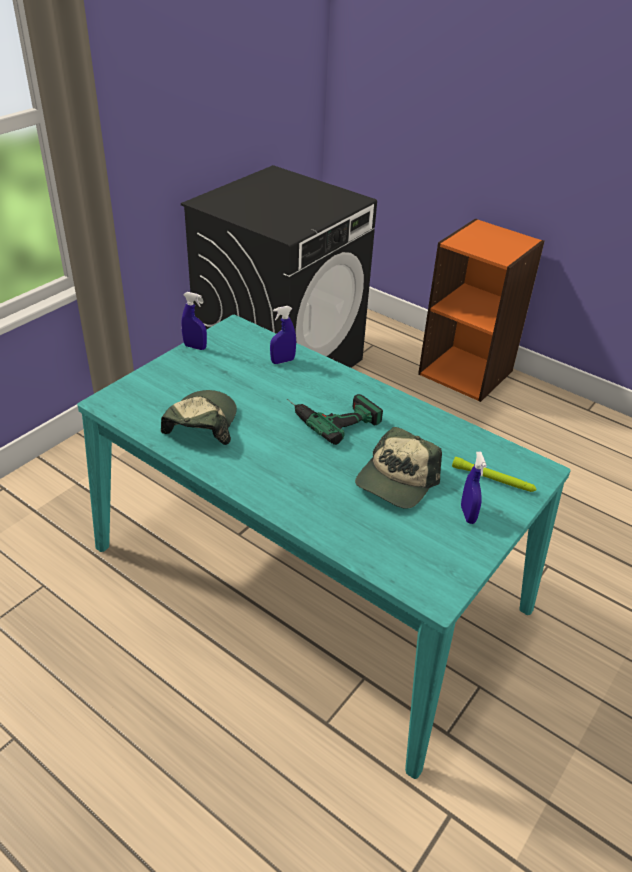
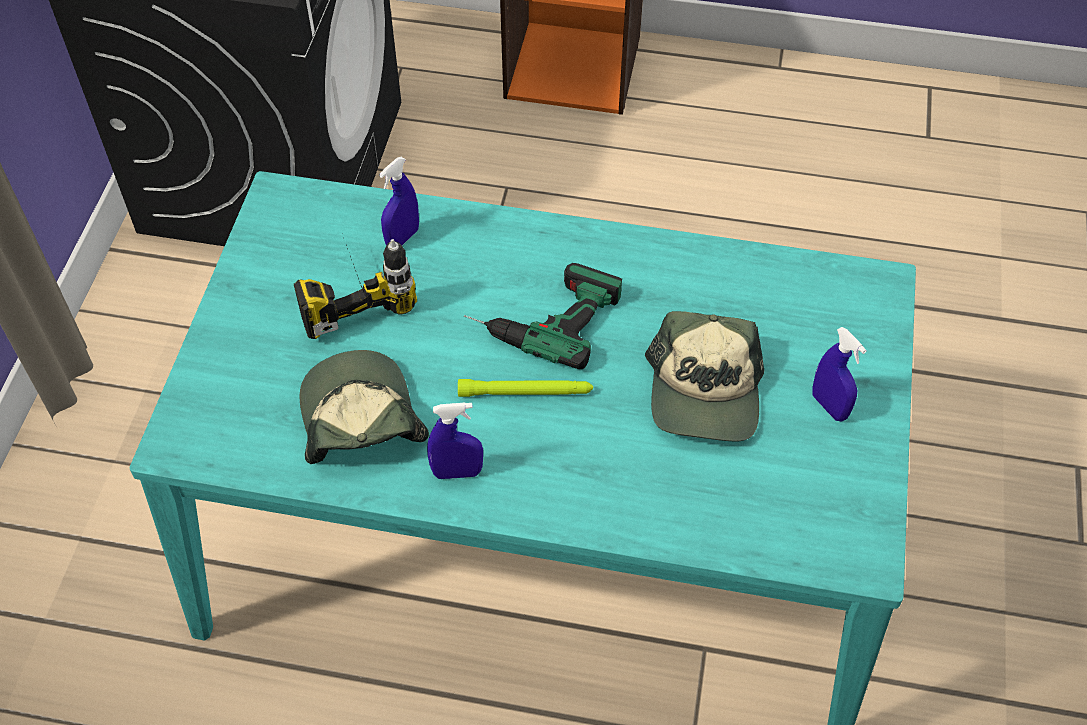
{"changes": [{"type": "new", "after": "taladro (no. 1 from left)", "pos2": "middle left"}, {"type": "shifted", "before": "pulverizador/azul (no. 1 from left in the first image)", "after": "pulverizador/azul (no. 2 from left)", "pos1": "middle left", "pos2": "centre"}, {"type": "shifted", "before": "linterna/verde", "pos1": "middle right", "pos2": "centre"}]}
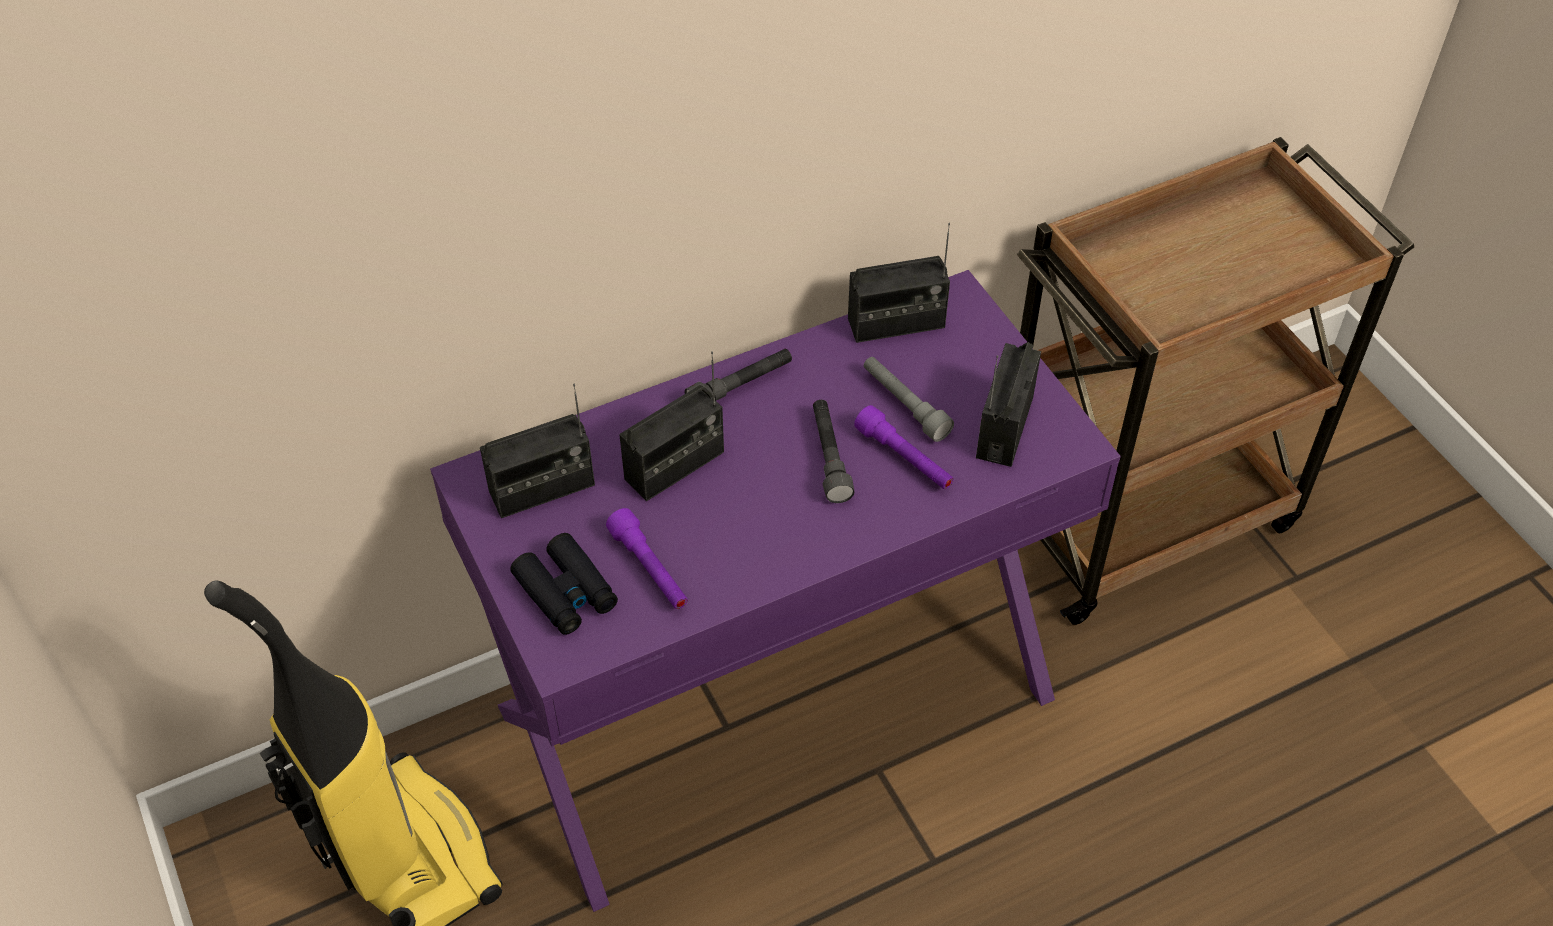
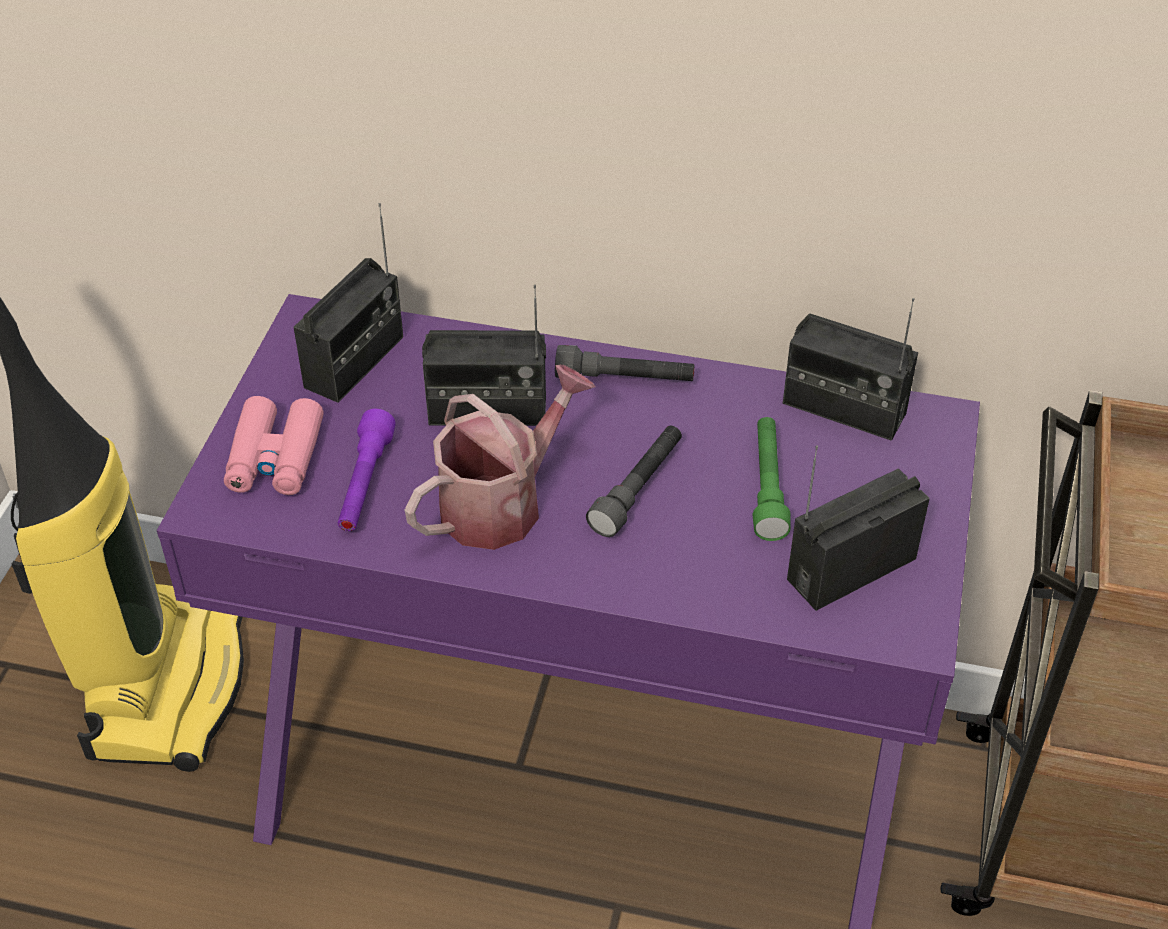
{"changes": [{"type": "repainted", "before": "prismáticos/negro", "after": "prismáticos/rosa", "pos1": "centre", "pos2": "middle left"}, {"type": "rotated", "before": "radio (no. 1 from left)", "pos1": "centre", "pos2": "top left", "turn": -75}, {"type": "new", "after": "regadera", "pos2": "centre"}, {"type": "repainted", "before": "linterna/gris (no. 3 from left)", "after": "linterna/verde", "pos1": "centre", "pos2": "centre"}, {"type": "gone", "before": "linterna/morado (no. 2 from left)", "pos1": "centre"}]}
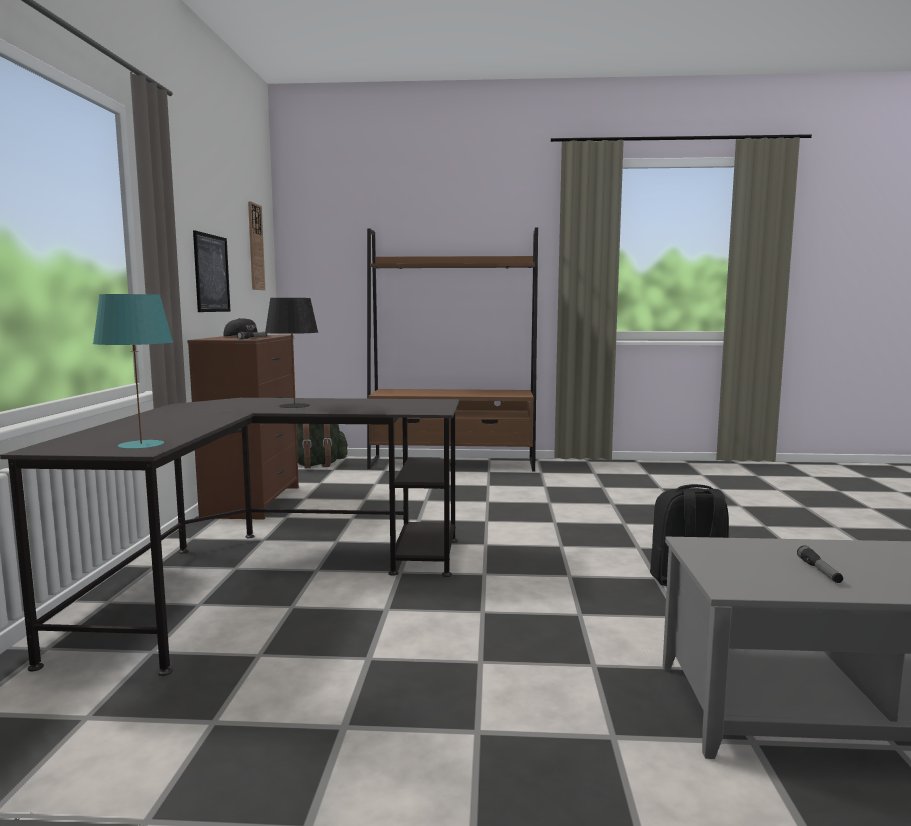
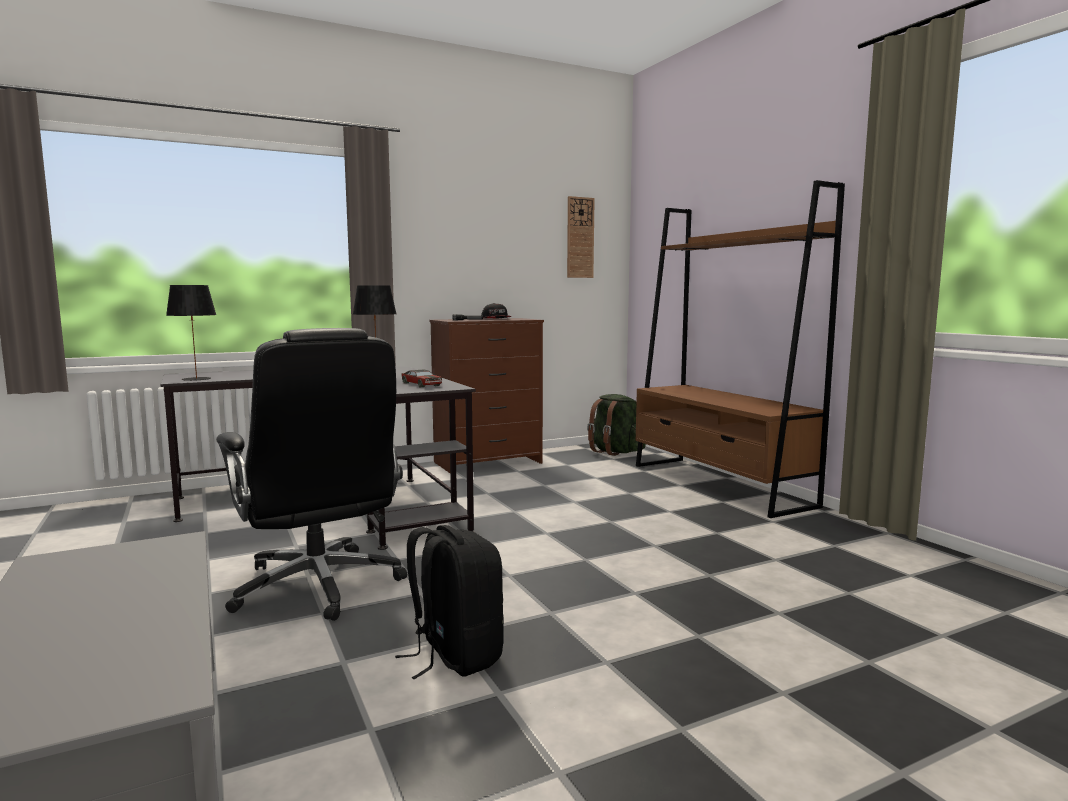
{"changes": [{"type": "repainted", "before": "lámpara de mesa/turquesa", "after": "lámpara de mesa/negro (no. 1 from left)", "pos1": "middle left", "pos2": "middle left"}, {"type": "new", "after": "silla de oficina/negro", "pos2": "middle left"}, {"type": "new", "after": "coche de juguete", "pos2": "centre"}, {"type": "gone", "before": "cuadro", "pos1": "top left"}, {"type": "gone", "before": "linterna (no. 2 from left)", "pos1": "bottom right"}]}
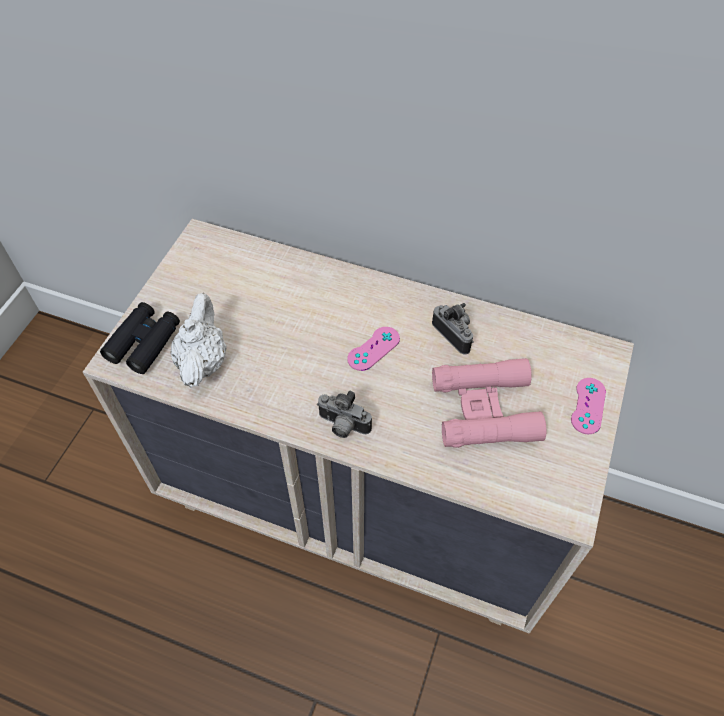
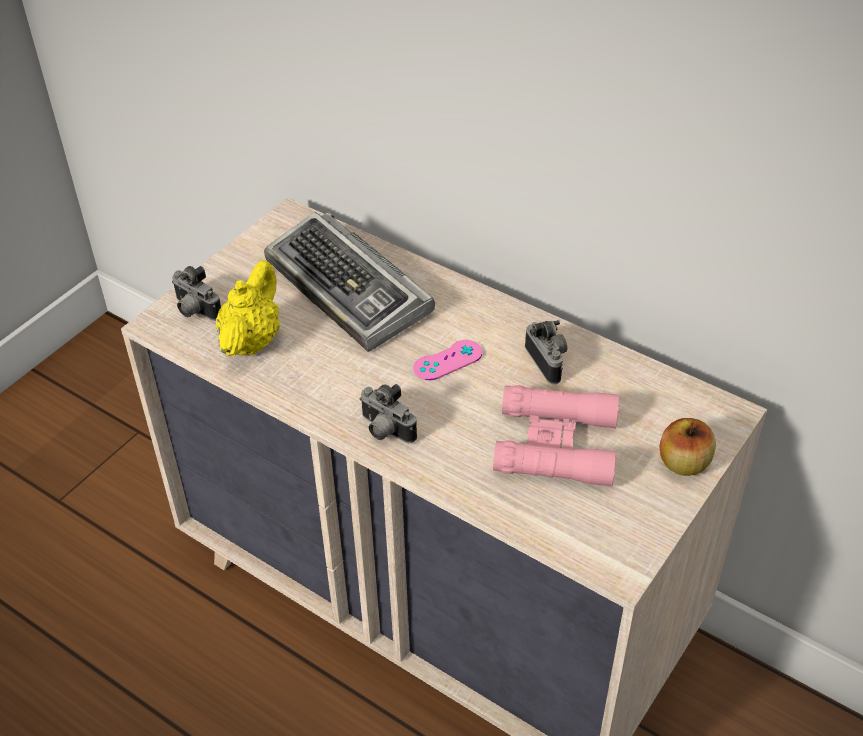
{"changes": [{"type": "swapped", "before": "prismáticos/negro", "after": "cámara (no. 1 from left)", "pos1": "middle left", "pos2": "middle left"}, {"type": "repainted", "before": "tetera/blanco", "after": "tetera/amarillo", "pos1": "middle left", "pos2": "middle left"}, {"type": "new", "after": "teclado", "pos2": "centre"}, {"type": "swapped", "before": "mando de consola/rosa (no. 2 from left)", "after": "manzana", "pos1": "middle right", "pos2": "middle right"}]}
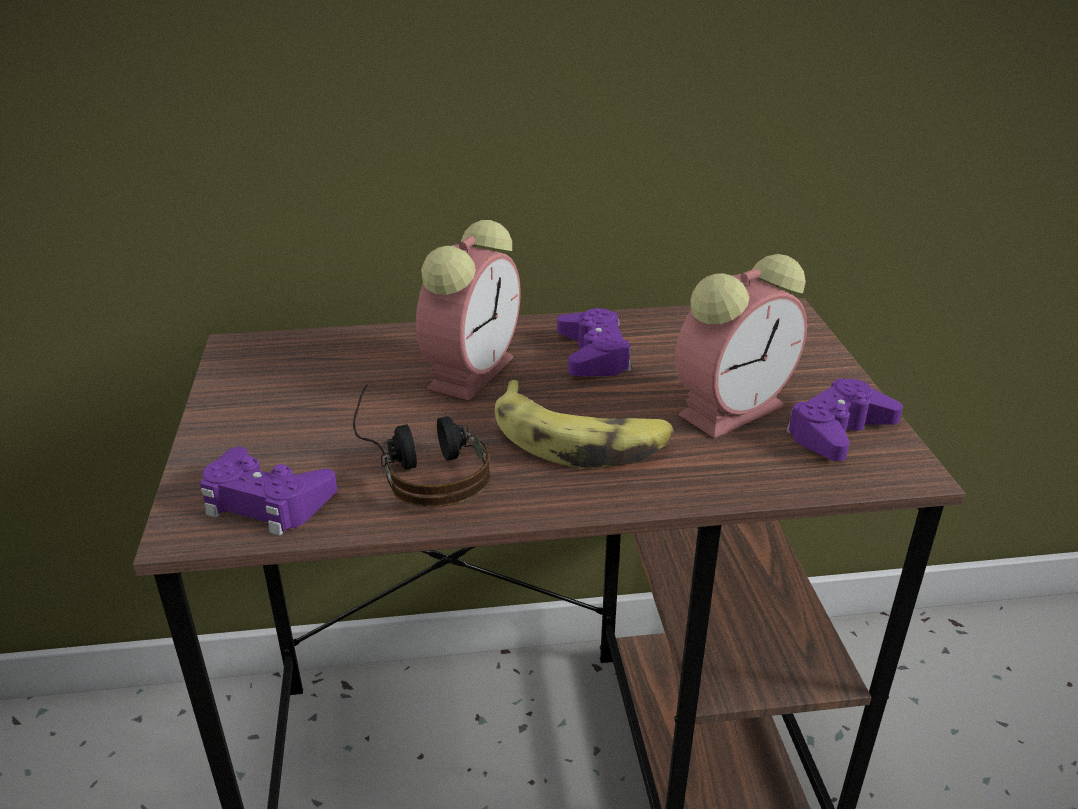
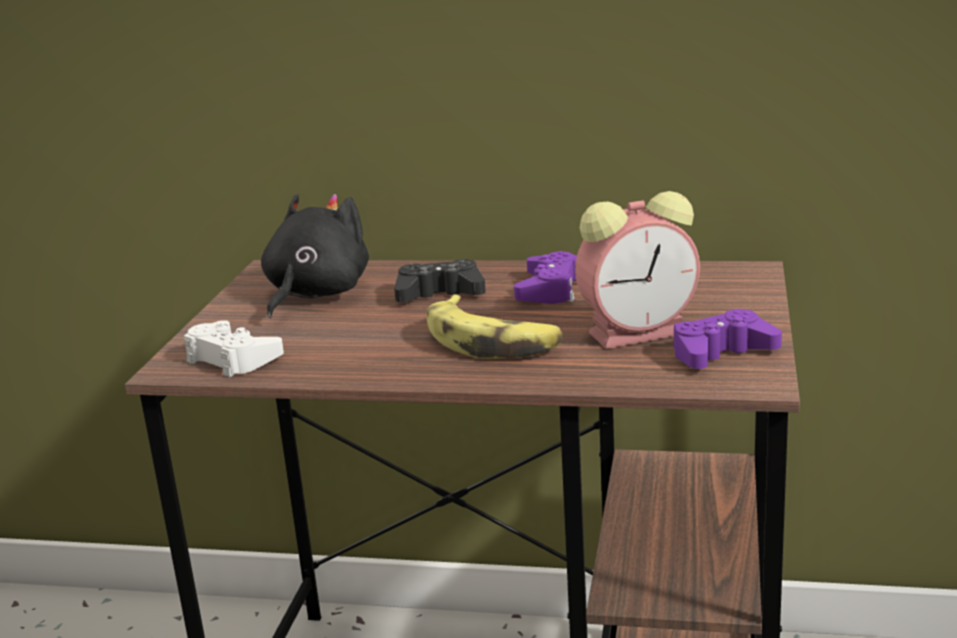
{"changes": [{"type": "repainted", "before": "mando de consola/morado (no. 1 from left)", "after": "mando de consola/blanco", "pos1": "middle left", "pos2": "middle left"}, {"type": "new", "after": "peluche/negro", "pos2": "middle left"}, {"type": "swapped", "before": "despertador (no. 1 from left)", "after": "mando de consola/negro", "pos1": "centre", "pos2": "centre"}, {"type": "gone", "before": "auriculares", "pos1": "centre"}]}
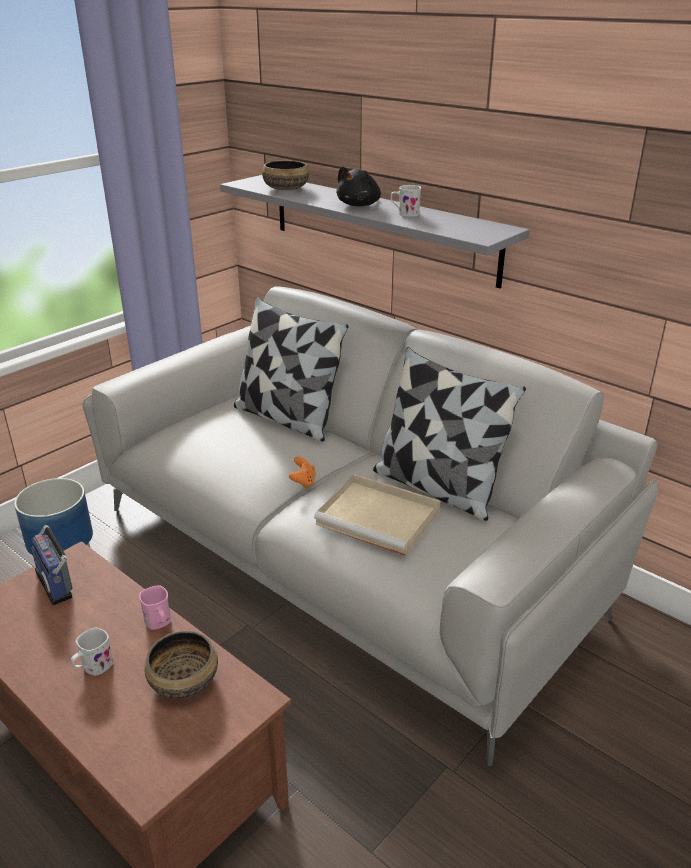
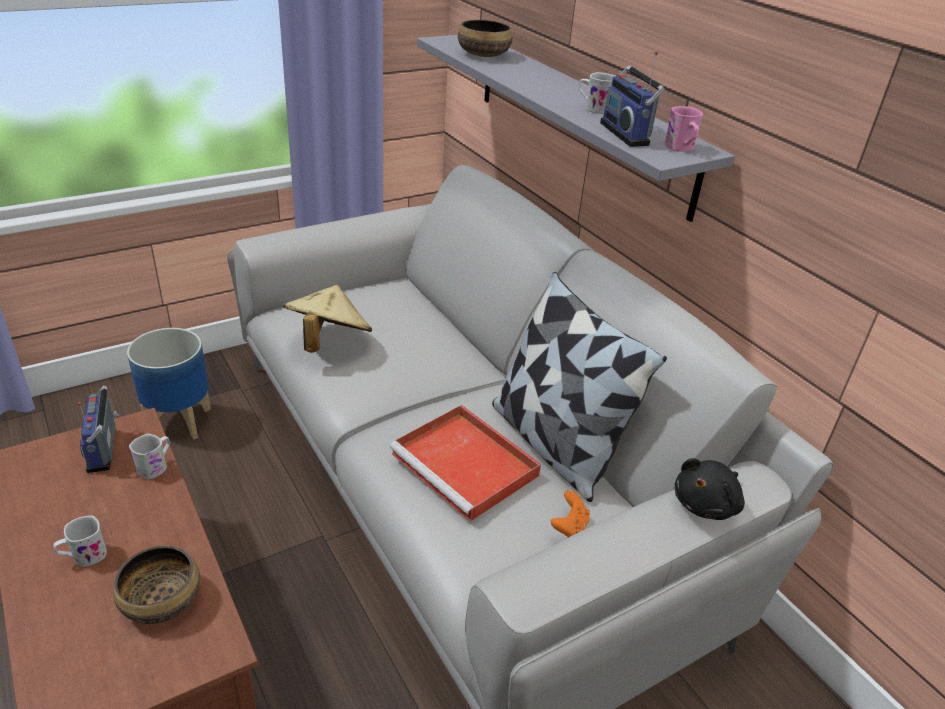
{"changes": [{"type": "new", "after": "taza grande/blanco (no. 2 from left)", "pos2": "middle left"}, {"type": "new", "after": "sombrero/beis", "pos2": "centre"}, {"type": "repainted", "before": "bandeja/beis", "after": "bandeja/rojo", "pos1": "centre", "pos2": "centre"}, {"type": "shifted", "before": "mando de consola/naranja", "pos1": "centre", "pos2": "bottom centre"}, {"type": "new", "after": "radio (no. 2 from left)", "pos2": "top right"}, {"type": "shifted", "before": "taza grande/rosa", "pos1": "bottom left", "pos2": "top right"}, {"type": "shifted", "before": "peluche/negro", "pos1": "top centre", "pos2": "bottom right"}, {"type": "gone", "before": "cojín (no. 1 from left)", "pos1": "centre"}]}
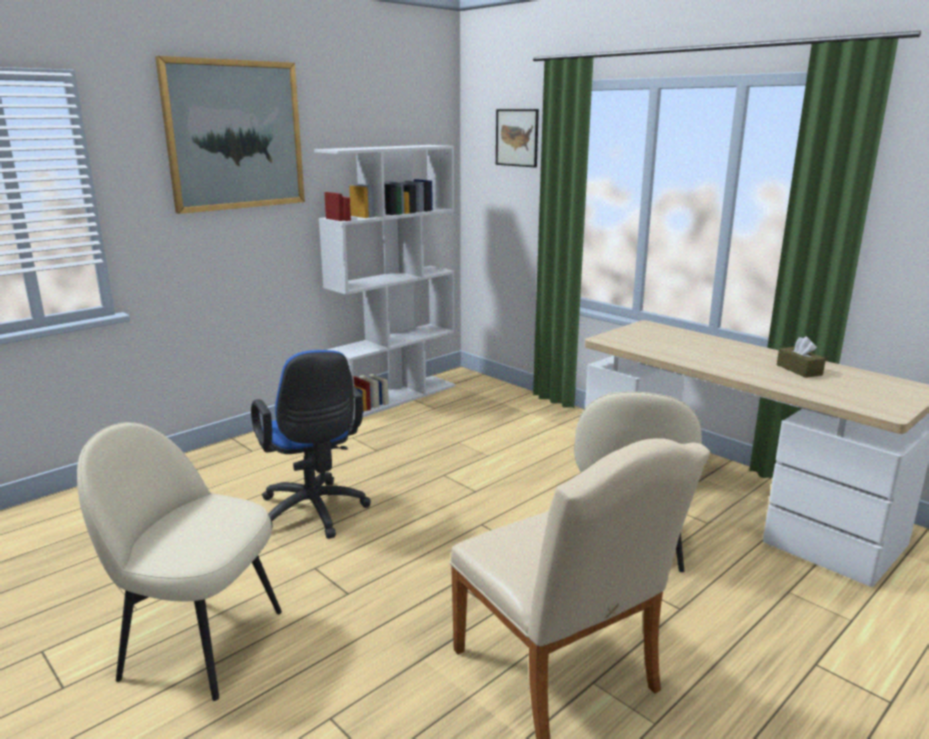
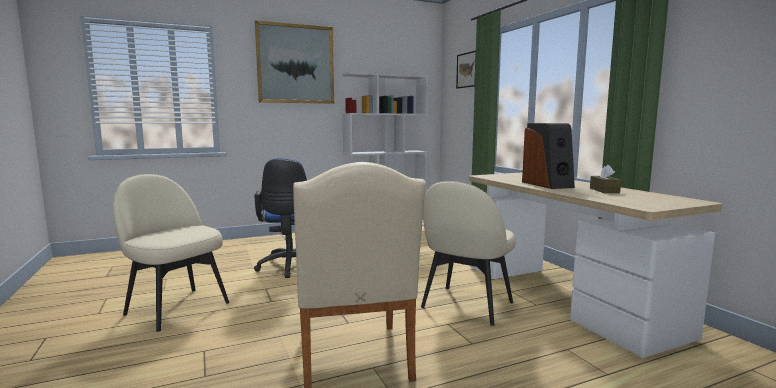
{"changes": [{"type": "new", "after": "altavoz", "pos2": "middle right"}]}
